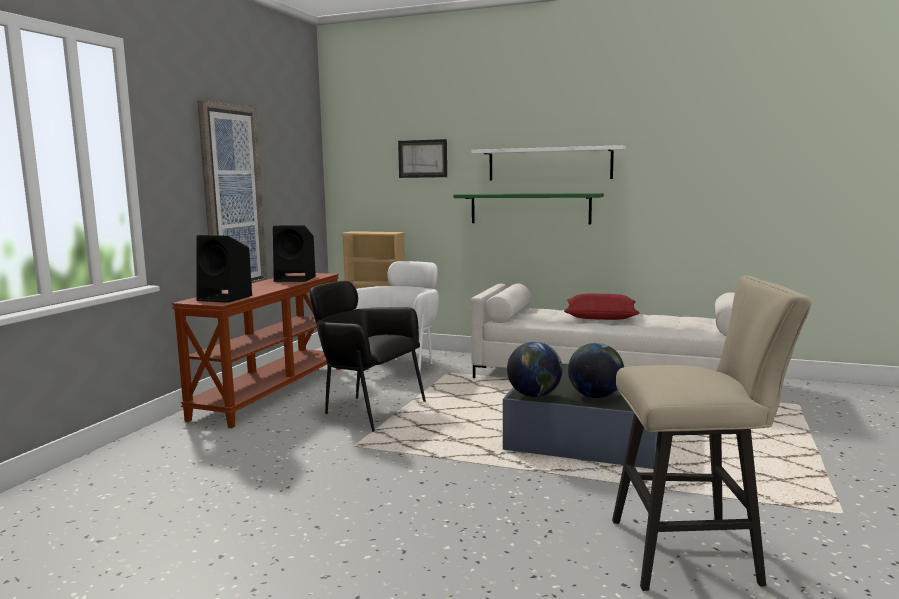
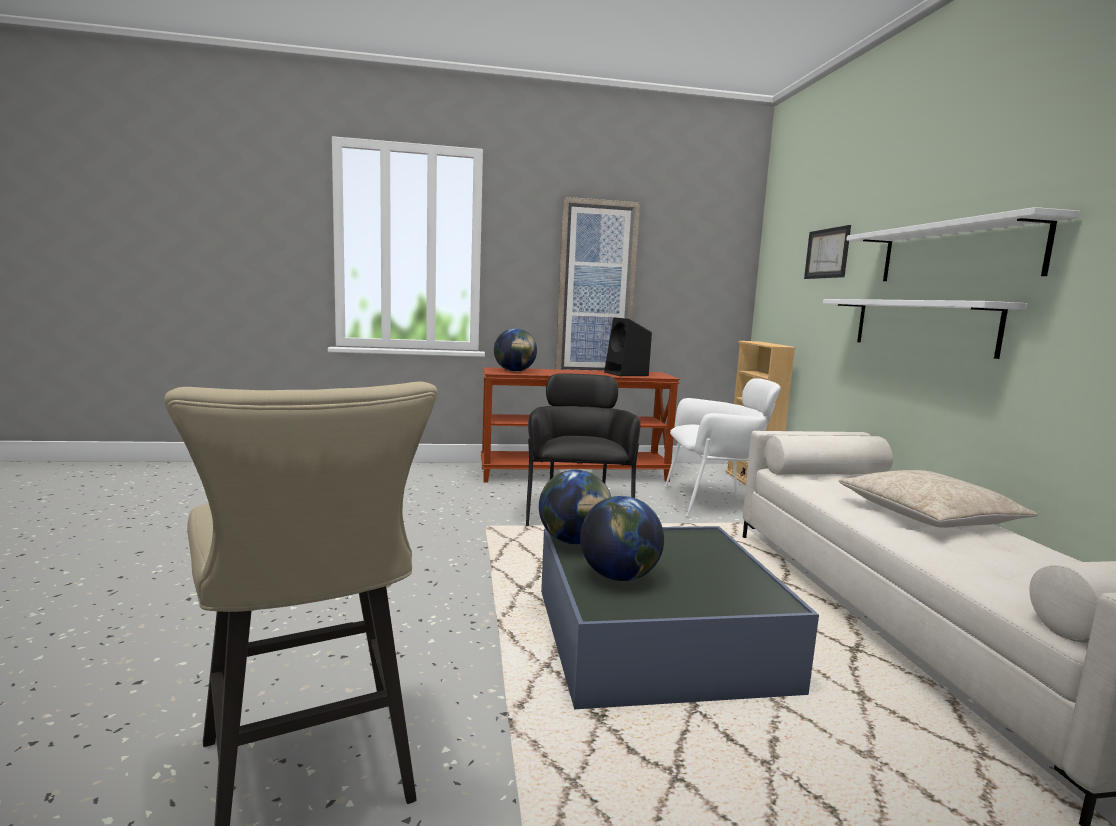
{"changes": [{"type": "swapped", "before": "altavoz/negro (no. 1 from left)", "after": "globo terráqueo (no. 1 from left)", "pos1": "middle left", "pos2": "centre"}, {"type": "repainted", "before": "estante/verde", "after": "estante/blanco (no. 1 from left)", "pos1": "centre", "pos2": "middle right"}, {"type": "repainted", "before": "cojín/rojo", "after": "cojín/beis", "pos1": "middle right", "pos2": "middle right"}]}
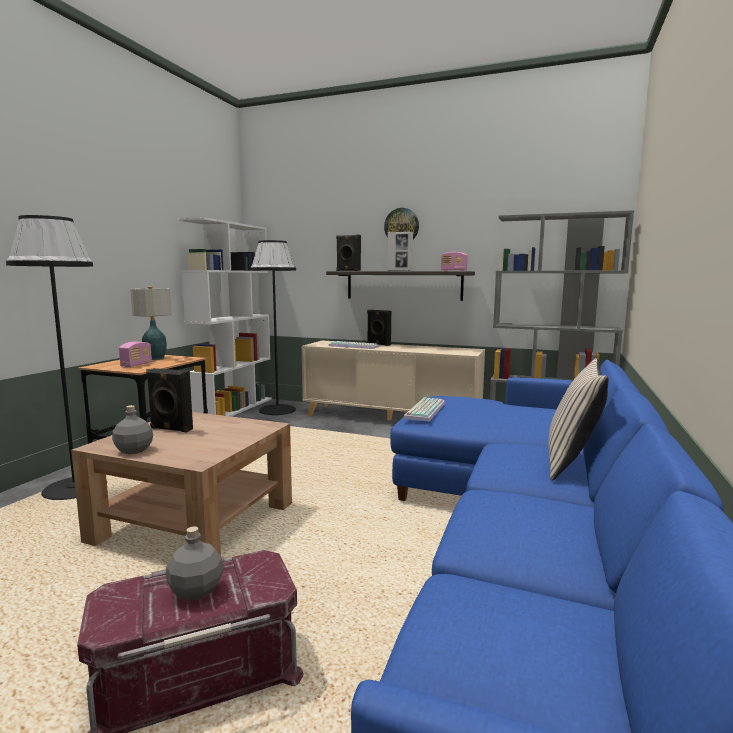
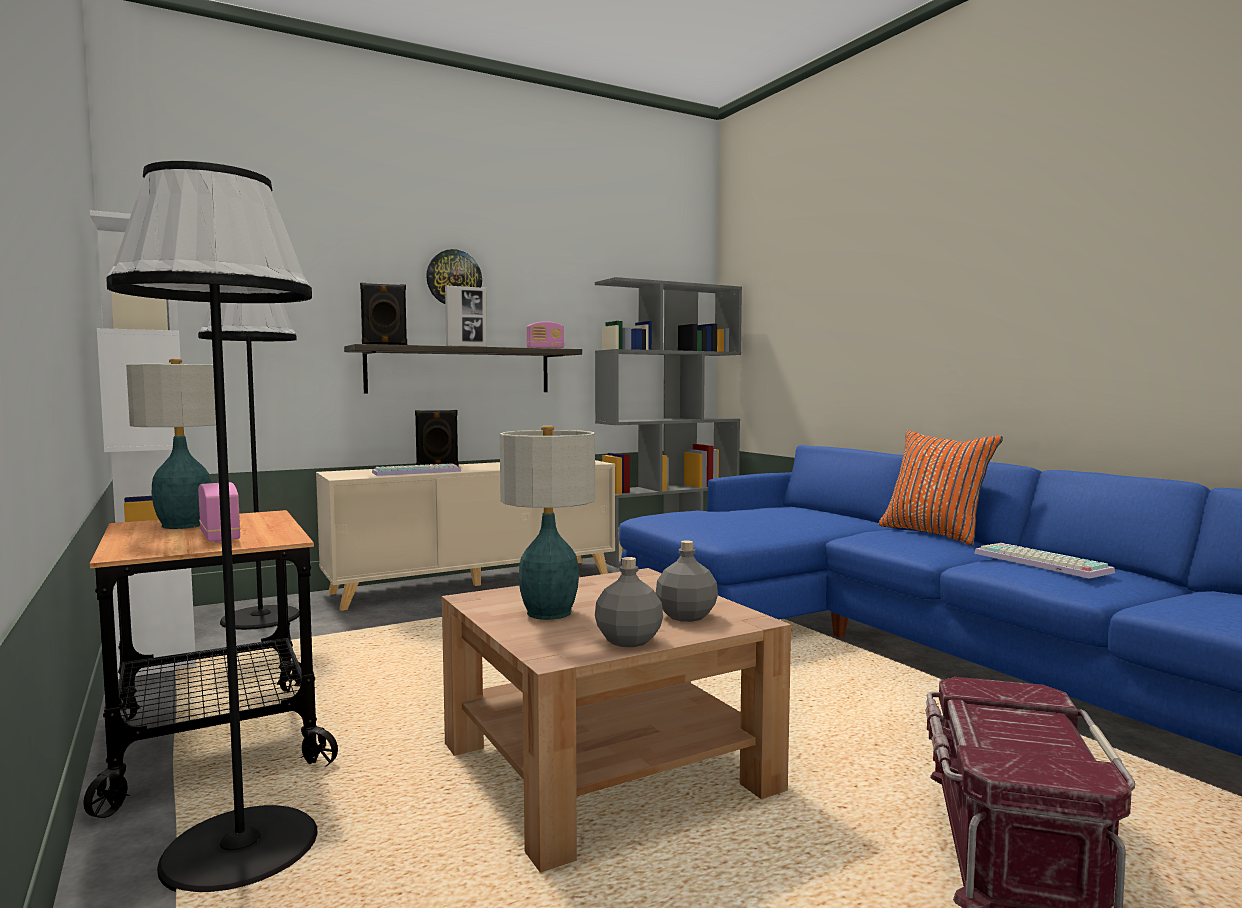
{"changes": [{"type": "swapped", "before": "altavoz/negro (no. 1 from left)", "after": "lámpara de mesa (no. 2 from left)", "pos1": "middle left", "pos2": "centre"}, {"type": "shifted", "before": "botella/gris (no. 2 from left)", "pos1": "bottom left", "pos2": "centre"}, {"type": "repainted", "before": "cojín/beis", "after": "cojín/naranja", "pos1": "middle right", "pos2": "middle right"}, {"type": "shifted", "before": "teclado (no. 2 from left)", "pos1": "centre", "pos2": "middle right"}]}
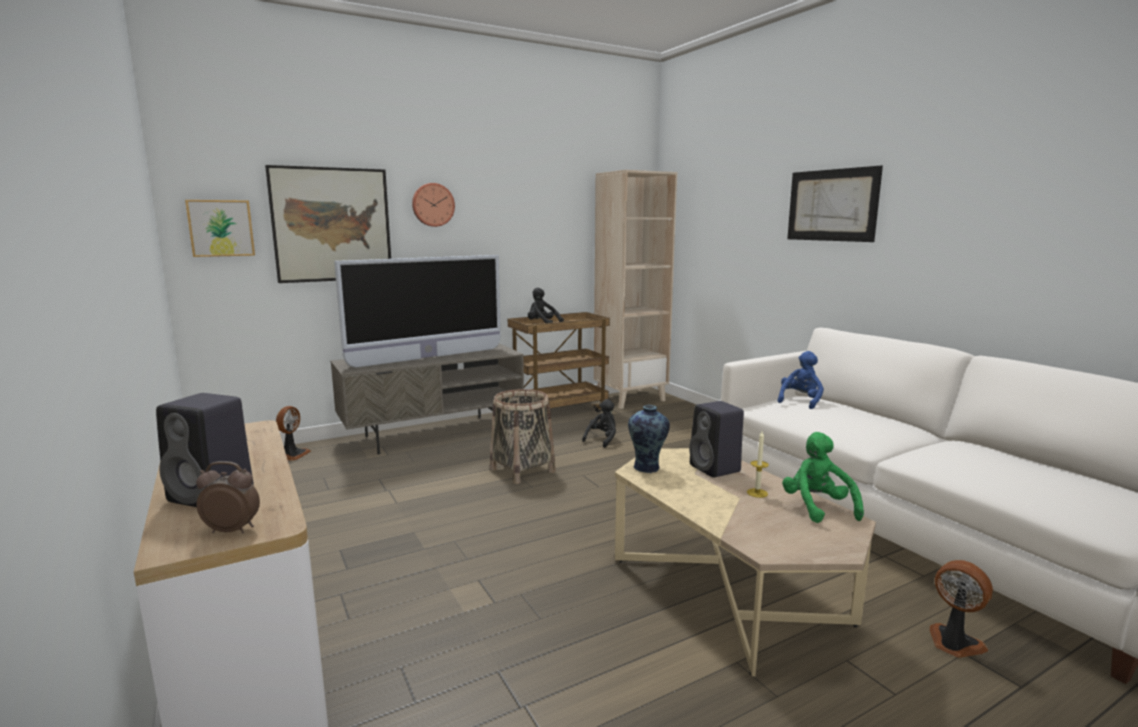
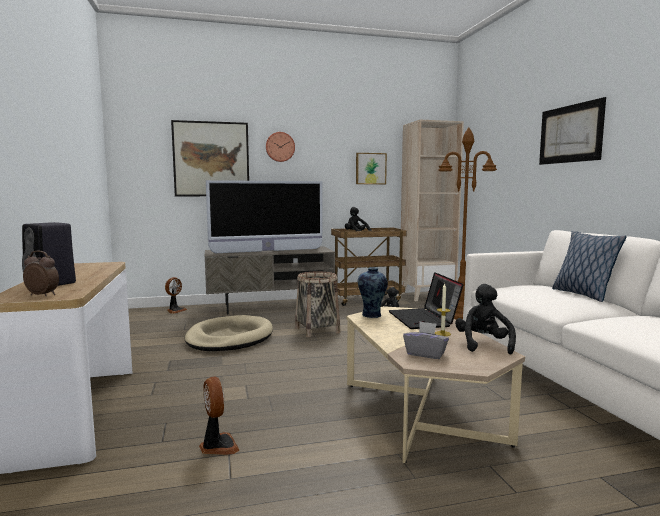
{"changes": [{"type": "new", "after": "cama para perro/beis", "pos2": "centre"}, {"type": "shifted", "before": "ventilador (no. 2 from left)", "pos1": "bottom right", "pos2": "bottom left"}, {"type": "shifted", "before": "cuadro (no. 1 from left in the first image)", "after": "cuadro (no. 2 from left)", "pos1": "top left", "pos2": "top centre"}, {"type": "swapped", "before": "altavoz/negro (no. 2 from left)", "after": "portátil", "pos1": "centre", "pos2": "centre"}, {"type": "new", "after": "caja de pañuelos/gris", "pos2": "centre"}, {"type": "new", "after": "lámpara de pie/marrón", "pos2": "middle right"}, {"type": "repainted", "before": "peluche/verde", "after": "peluche/negro (no. 3 from left)", "pos1": "middle right", "pos2": "middle right"}, {"type": "new", "after": "cojín", "pos2": "middle right"}, {"type": "gone", "before": "peluche/azul", "pos1": "middle right"}]}
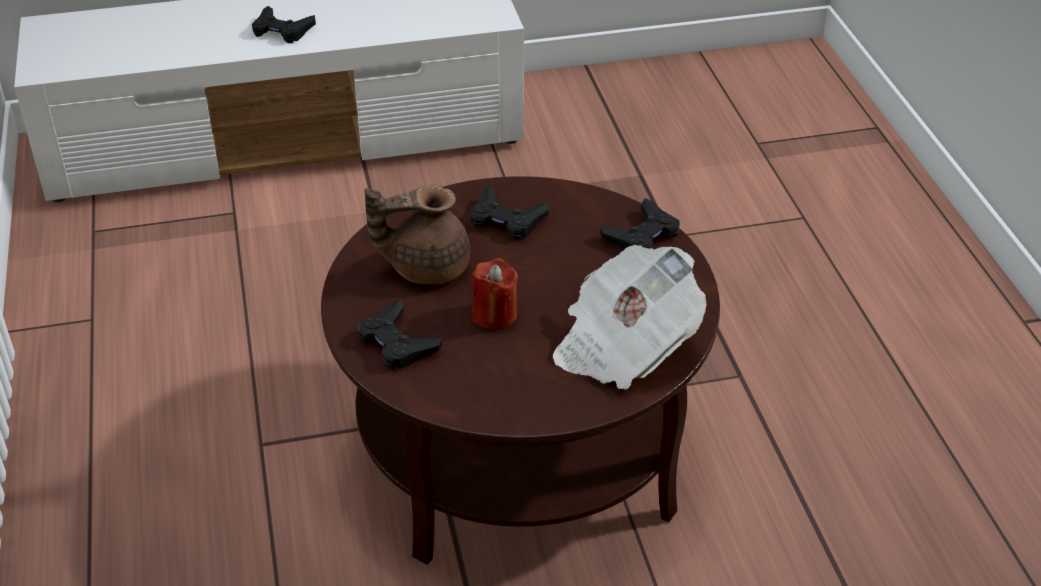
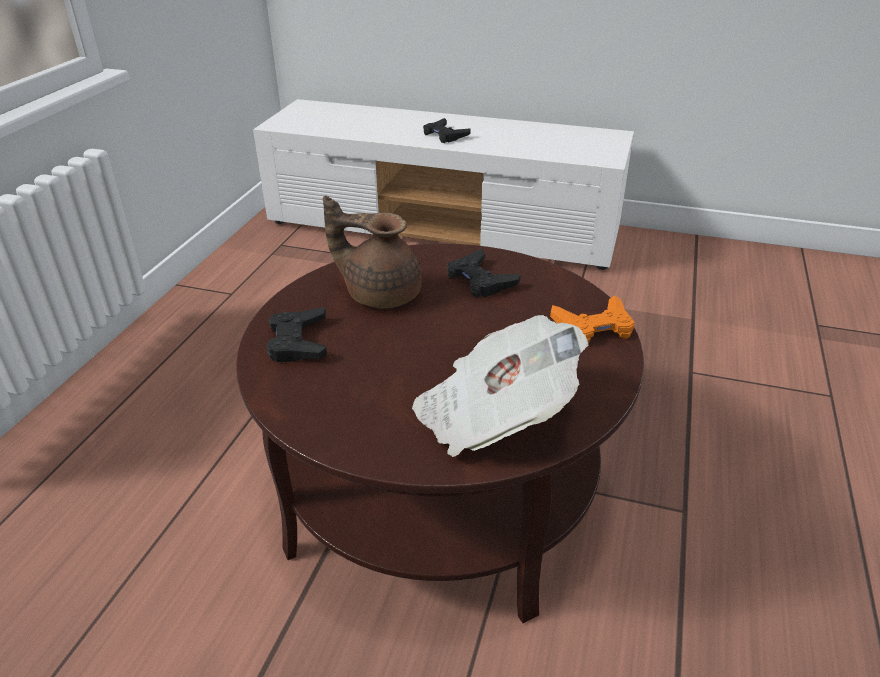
{"changes": [{"type": "repainted", "before": "mando de consola/negro (no. 4 from left)", "after": "mando de consola/naranja", "pos1": "centre", "pos2": "middle right"}, {"type": "gone", "before": "vela/rojo", "pos1": "centre"}]}
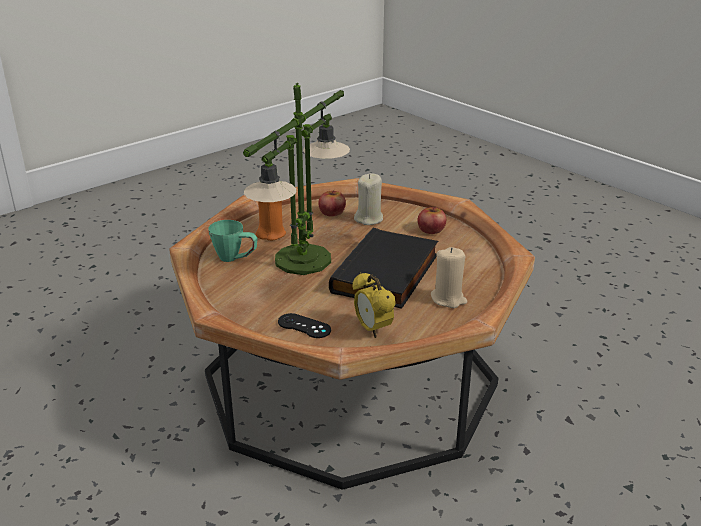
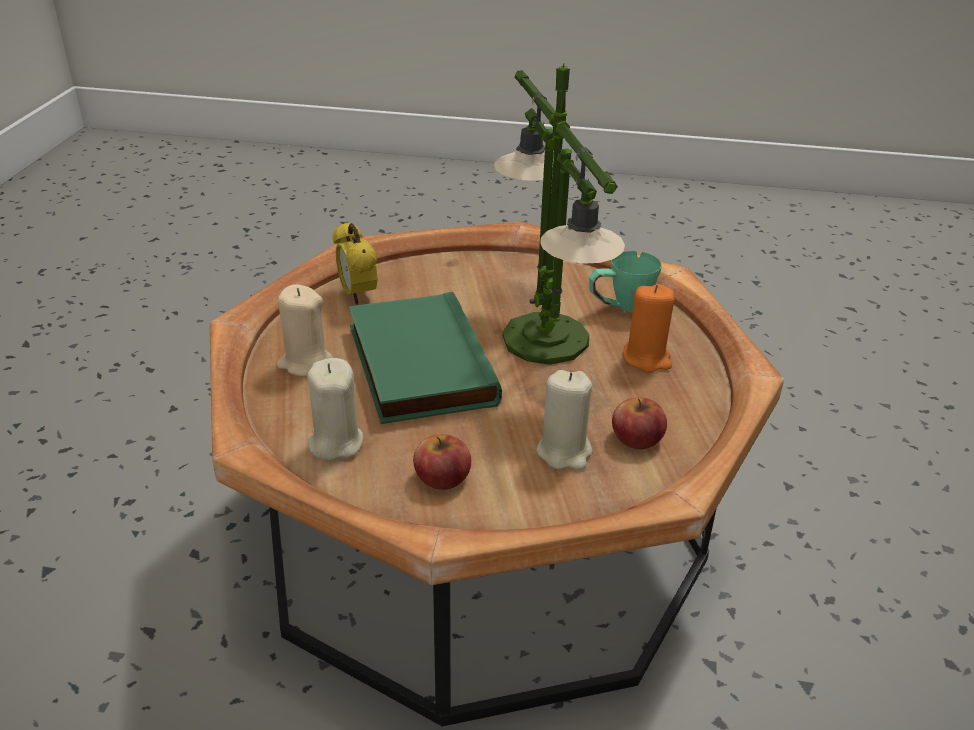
{"changes": [{"type": "new", "after": "vela/beis (no. 2 from left)", "pos2": "centre"}, {"type": "rotated", "before": "despertador", "pos1": "centre", "pos2": "centre", "turn": -135}, {"type": "repainted", "before": "libro/negro", "after": "libro/verde", "pos1": "centre", "pos2": "centre"}, {"type": "gone", "before": "mando de consola/negro", "pos1": "centre"}]}
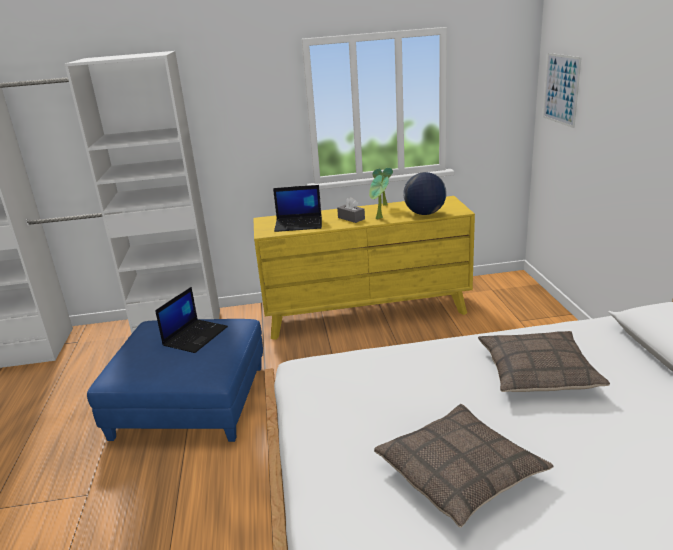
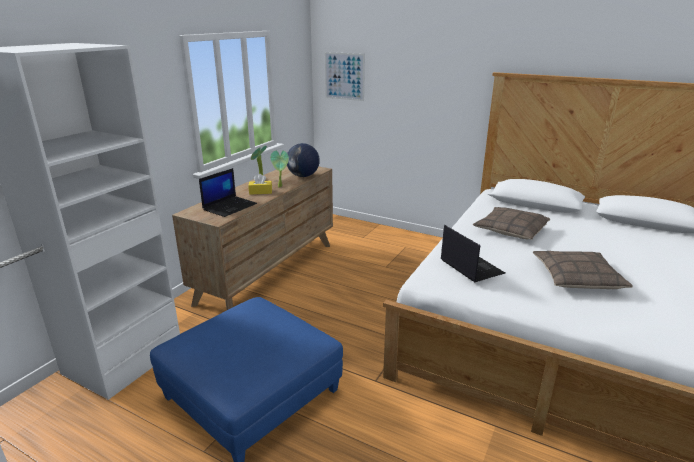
{"changes": [{"type": "repainted", "before": "cómoda/amarillo", "after": "cómoda/marrón", "pos1": "centre", "pos2": "centre"}, {"type": "repainted", "before": "caja de pañuelos/gris", "after": "caja de pañuelos/amarillo", "pos1": "centre", "pos2": "centre"}, {"type": "shifted", "before": "portátil (no. 1 from left in the first image)", "after": "portátil (no. 2 from left)", "pos1": "middle left", "pos2": "middle right"}]}
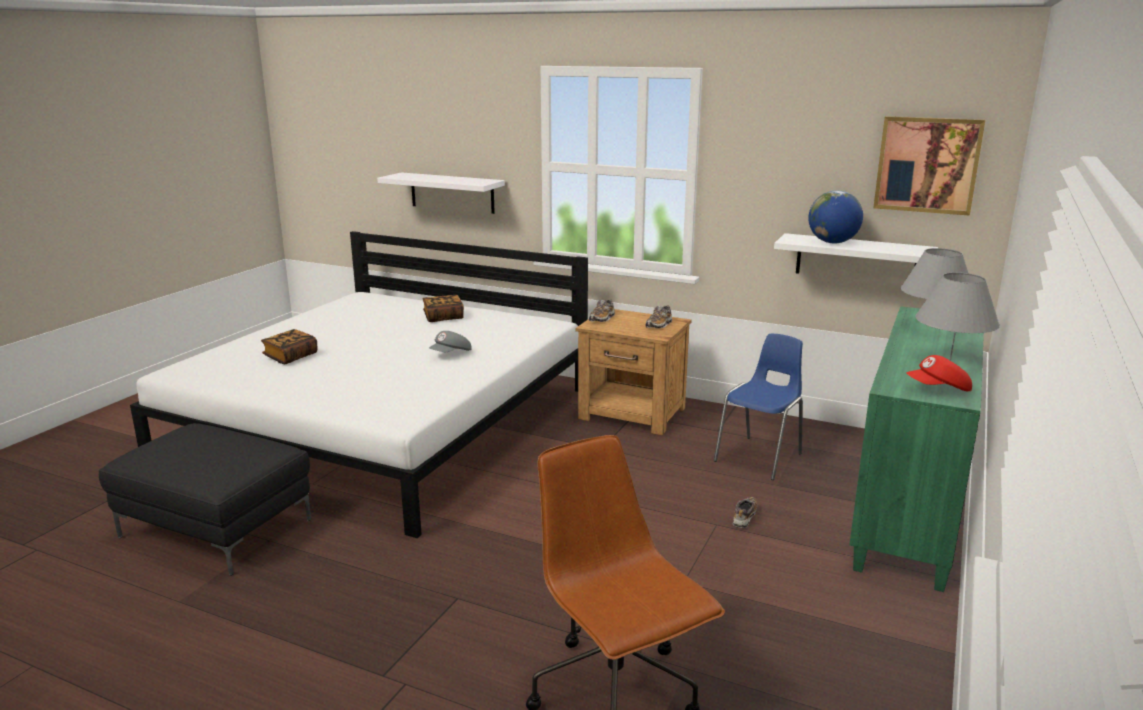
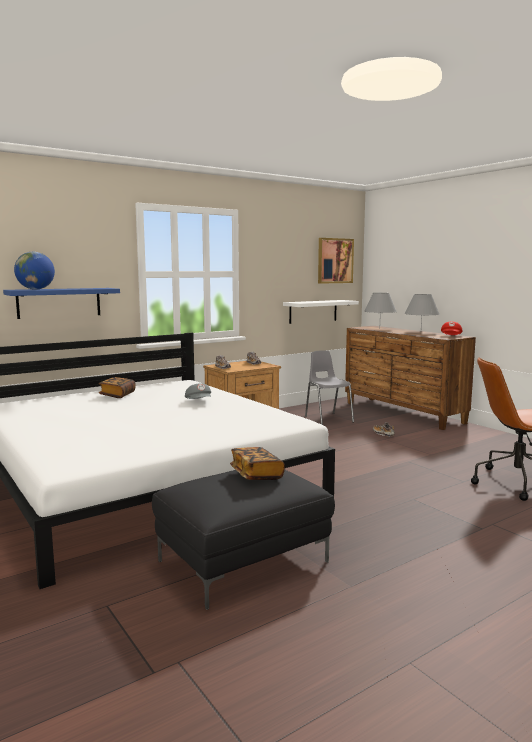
{"changes": [{"type": "repainted", "before": "estante/blanco (no. 1 from left)", "after": "estante/azul", "pos1": "top centre", "pos2": "middle left"}, {"type": "shifted", "before": "globo terráqueo", "pos1": "top right", "pos2": "middle left"}, {"type": "shifted", "before": "libro (no. 1 from left in the first image)", "after": "libro (no. 2 from left)", "pos1": "middle left", "pos2": "centre"}, {"type": "repainted", "before": "silla/azul", "after": "silla/gris", "pos1": "centre", "pos2": "centre"}, {"type": "repainted", "before": "cómoda/verde", "after": "cómoda/marrón", "pos1": "middle right", "pos2": "middle right"}]}
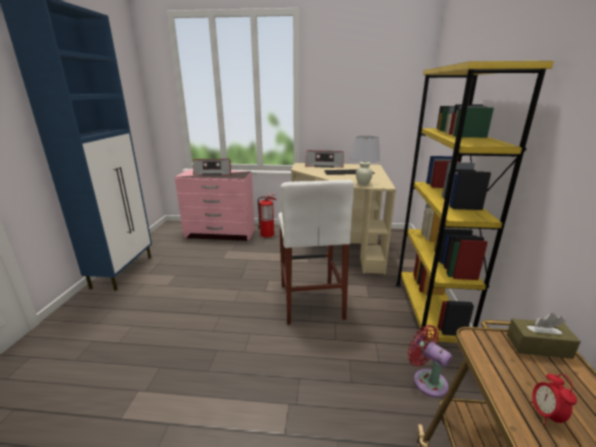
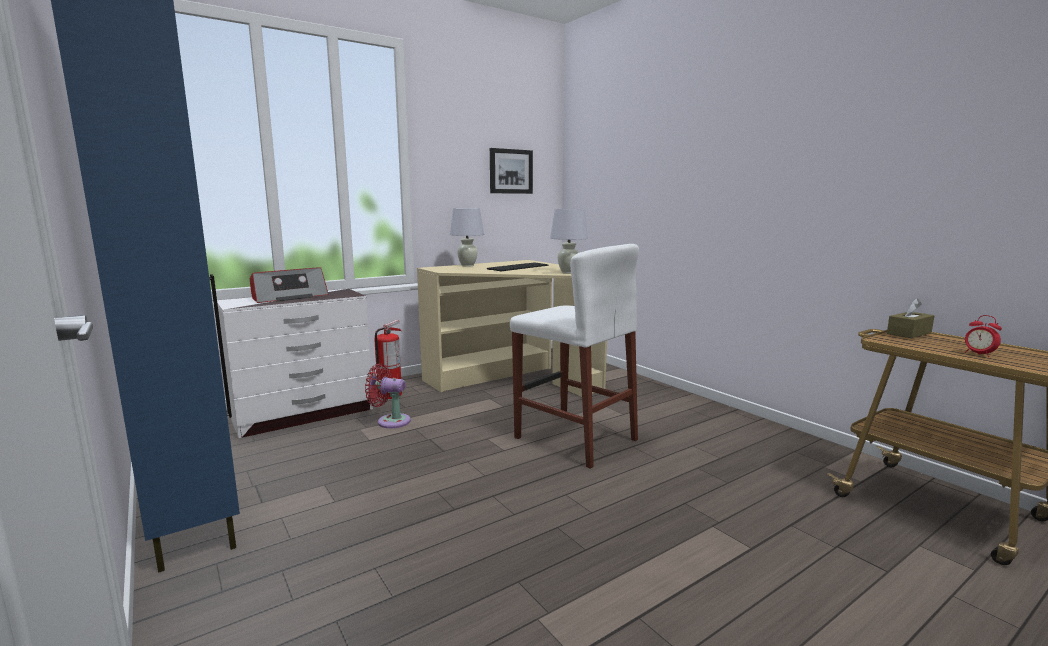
{"changes": [{"type": "repainted", "before": "cómoda/rosa", "after": "cómoda/blanco", "pos1": "centre", "pos2": "middle left"}, {"type": "shifted", "before": "ventilador/rojo", "pos1": "bottom right", "pos2": "centre"}, {"type": "swapped", "before": "radio (no. 2 from left)", "after": "lámpara de mesa/blanco (no. 1 from left)", "pos1": "centre", "pos2": "centre"}, {"type": "new", "after": "cuadro", "pos2": "top centre"}, {"type": "gone", "before": "estantería/amarillo", "pos1": "middle right"}]}
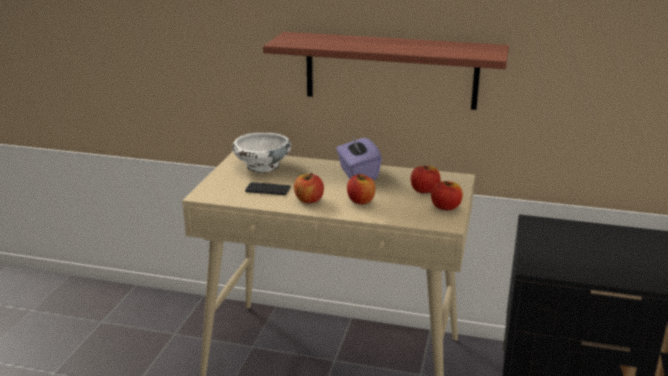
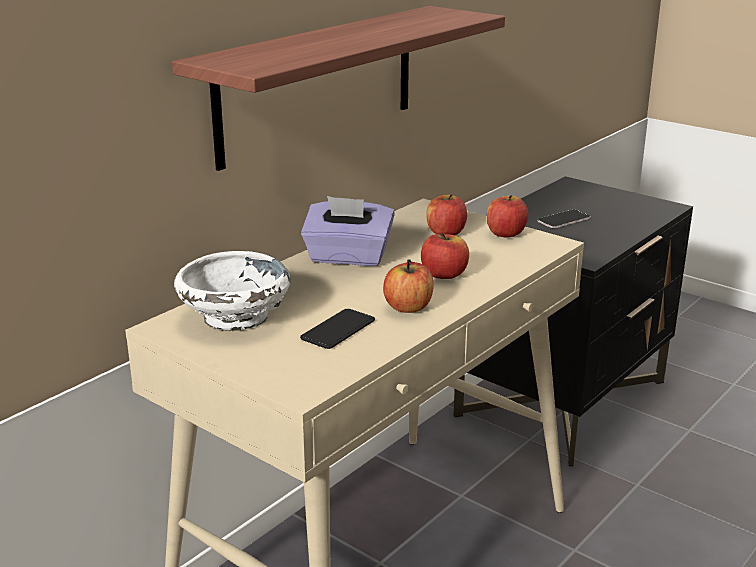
{"changes": [{"type": "new", "after": "móvil (no. 2 from left)", "pos2": "middle right"}]}
